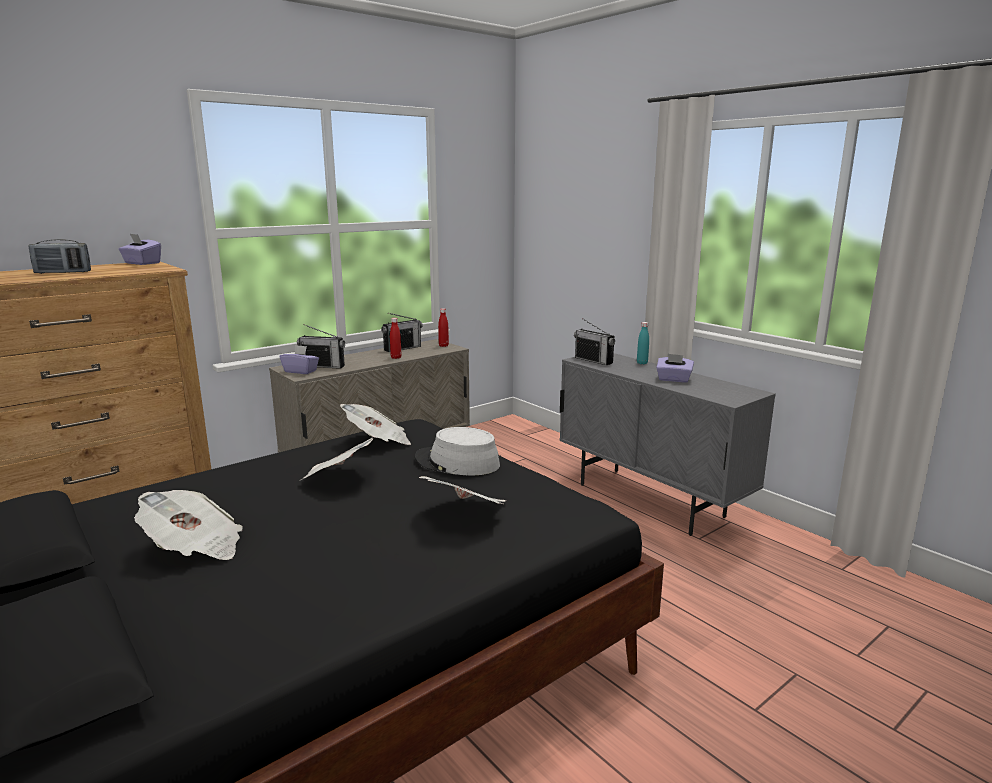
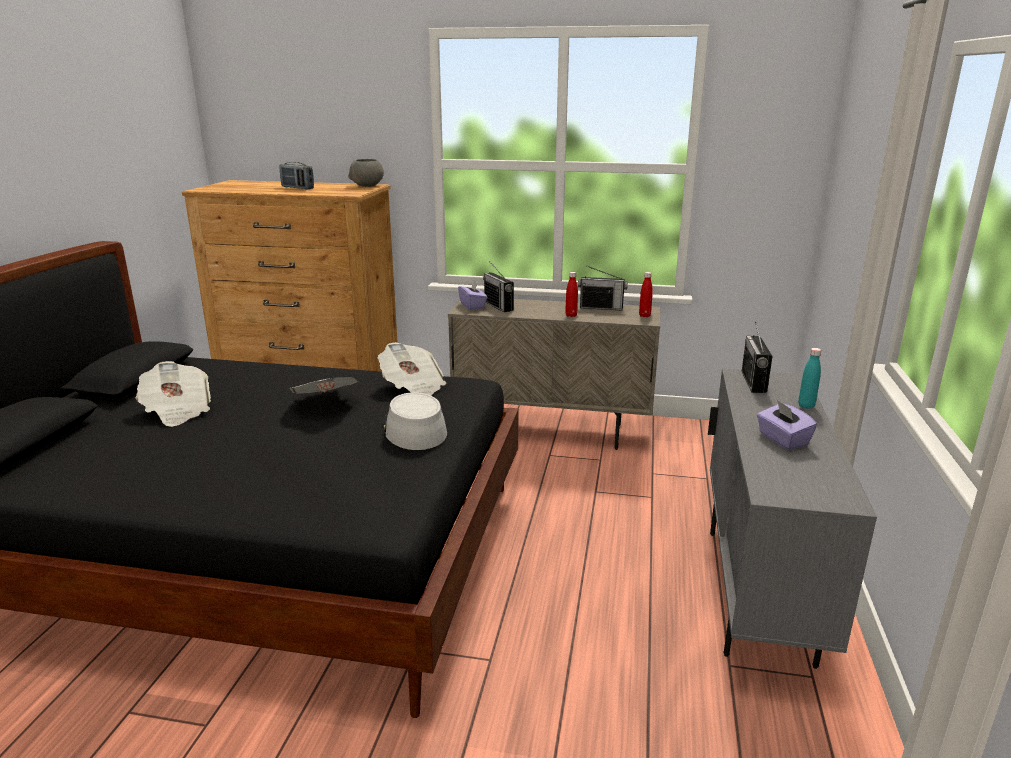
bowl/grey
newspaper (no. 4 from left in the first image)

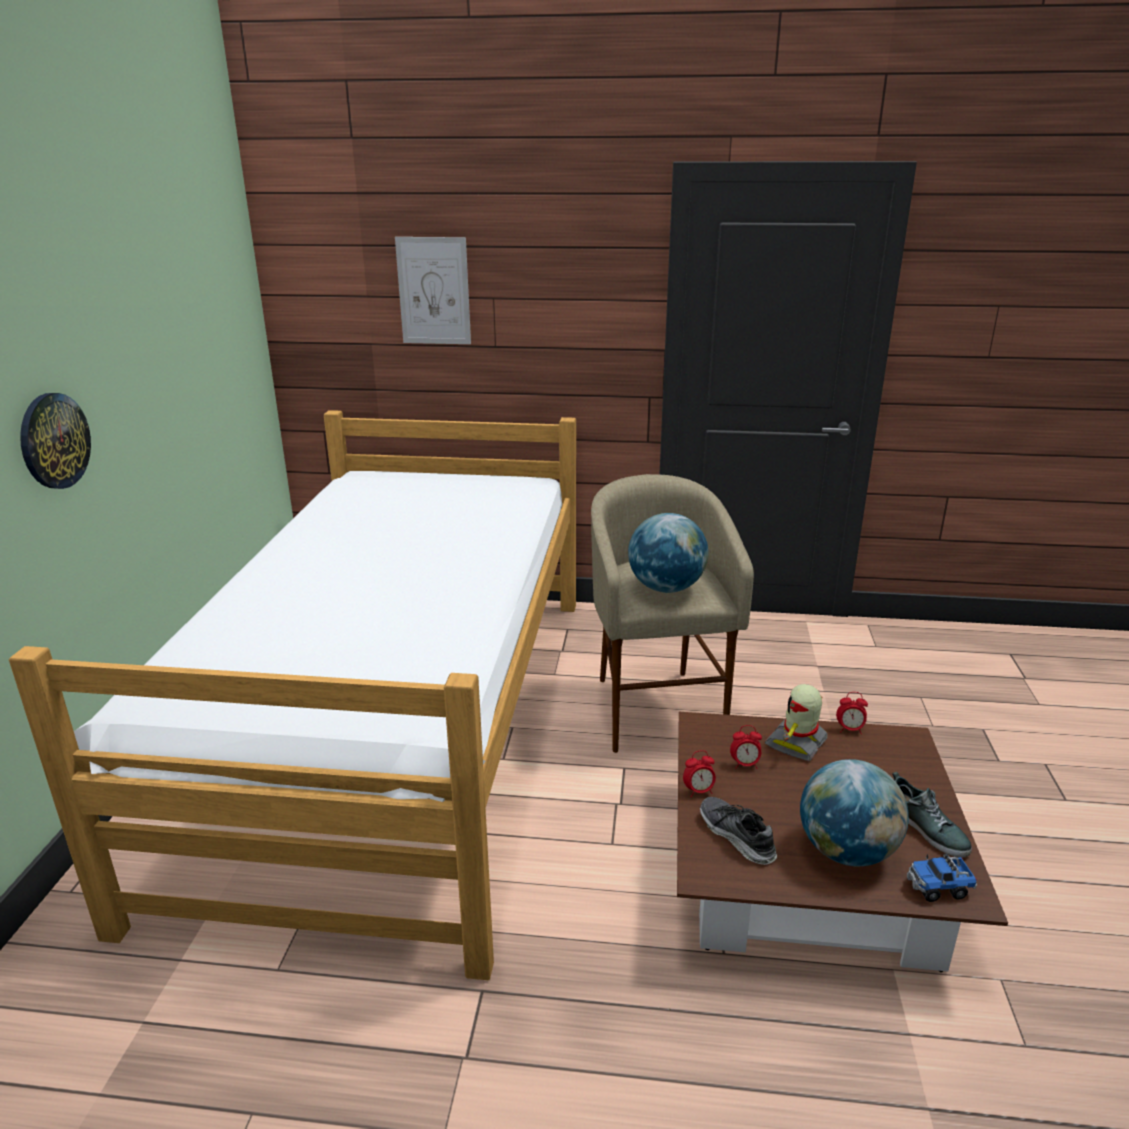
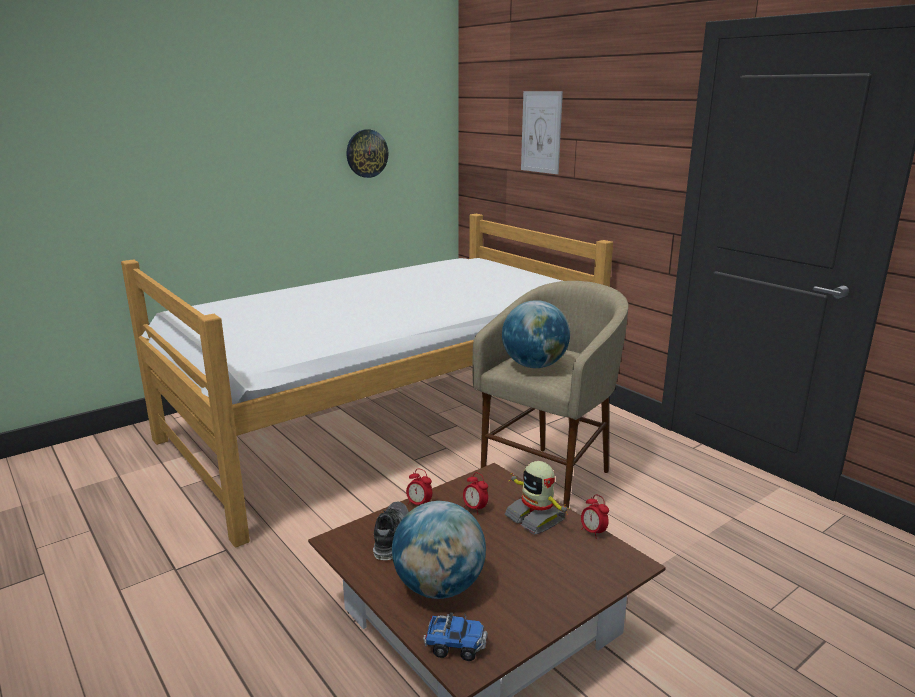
wall clock
toy robot
shoe (no. 2 from left in the first image)
toy truck

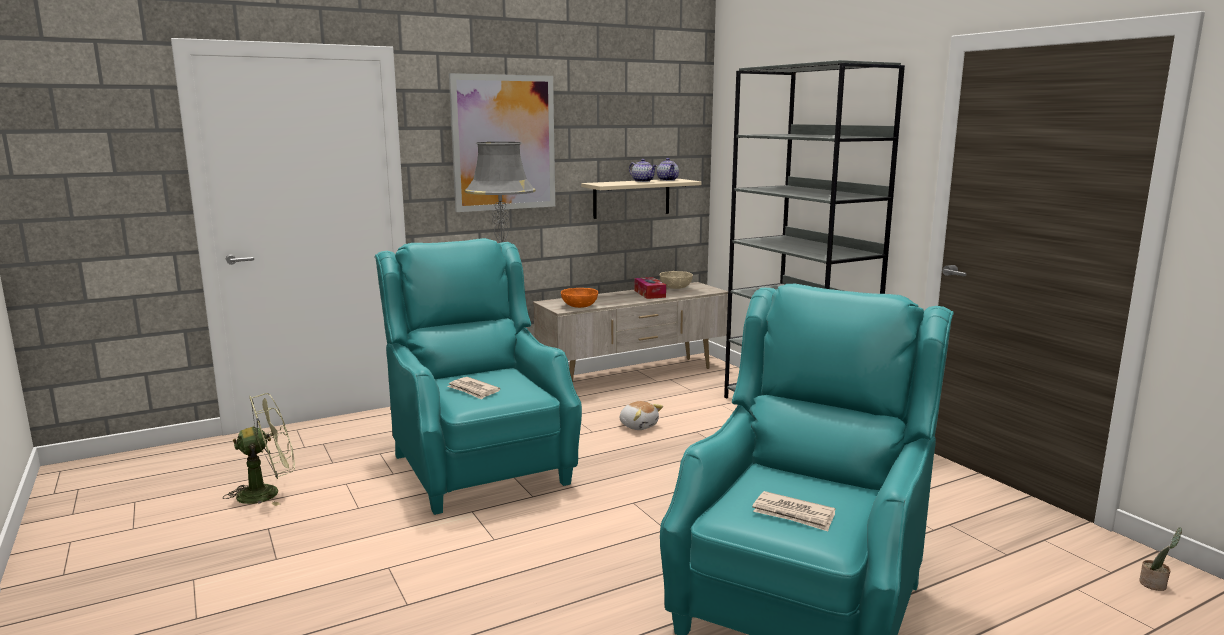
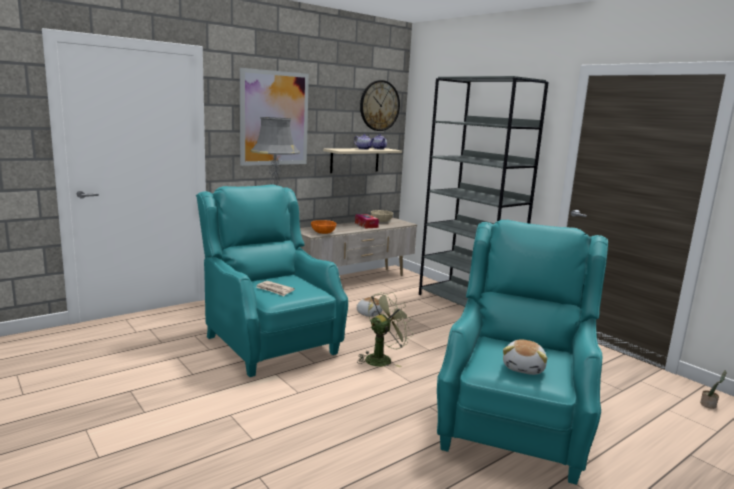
fan/green
plush toy (no. 2 from left)
wall clock

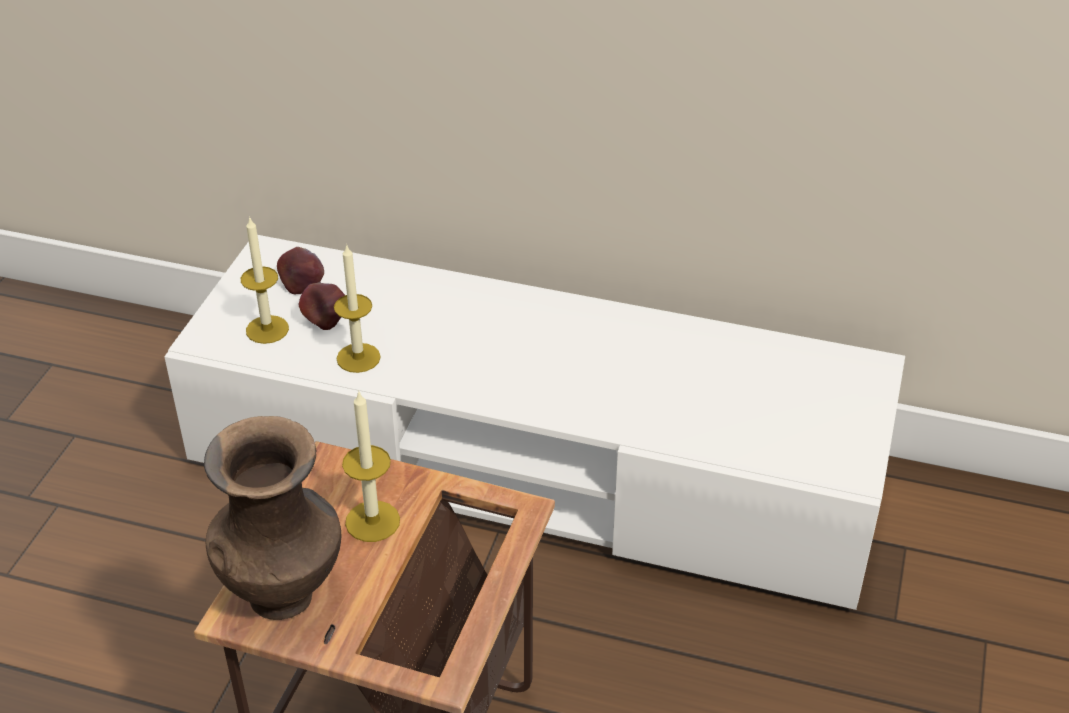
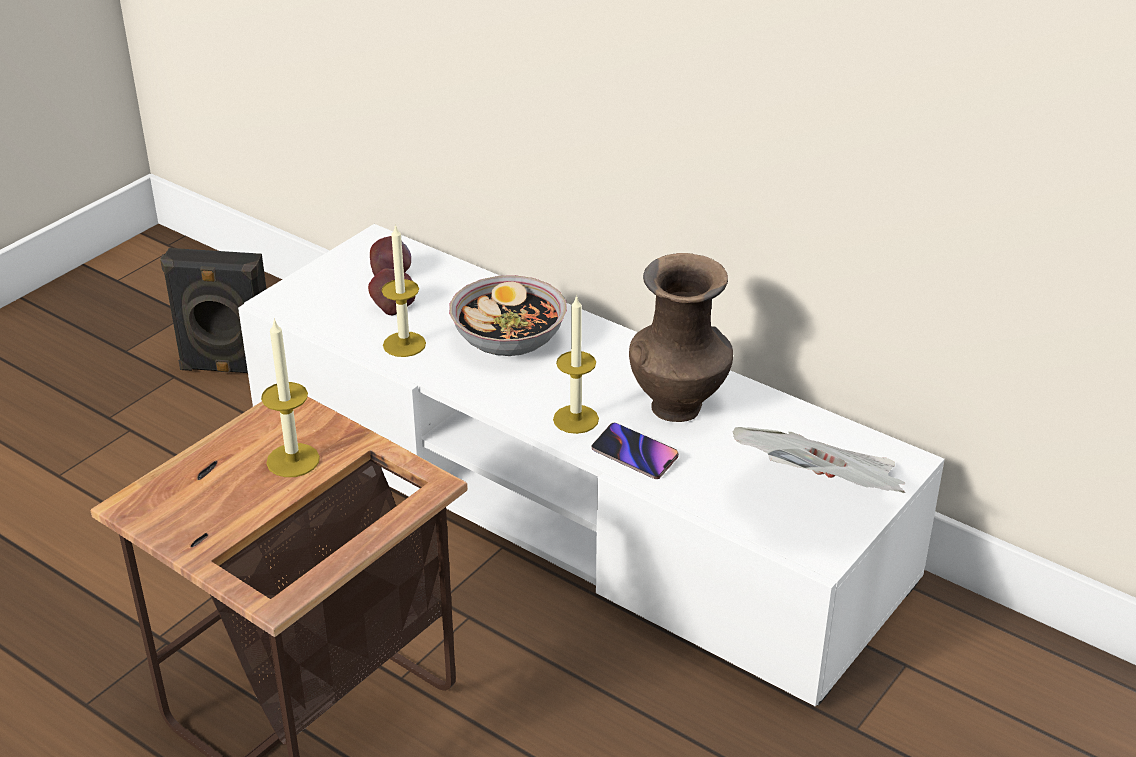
candle (no. 3 from left)
vase/brown
speaker/black
bowl
phone
newspaper

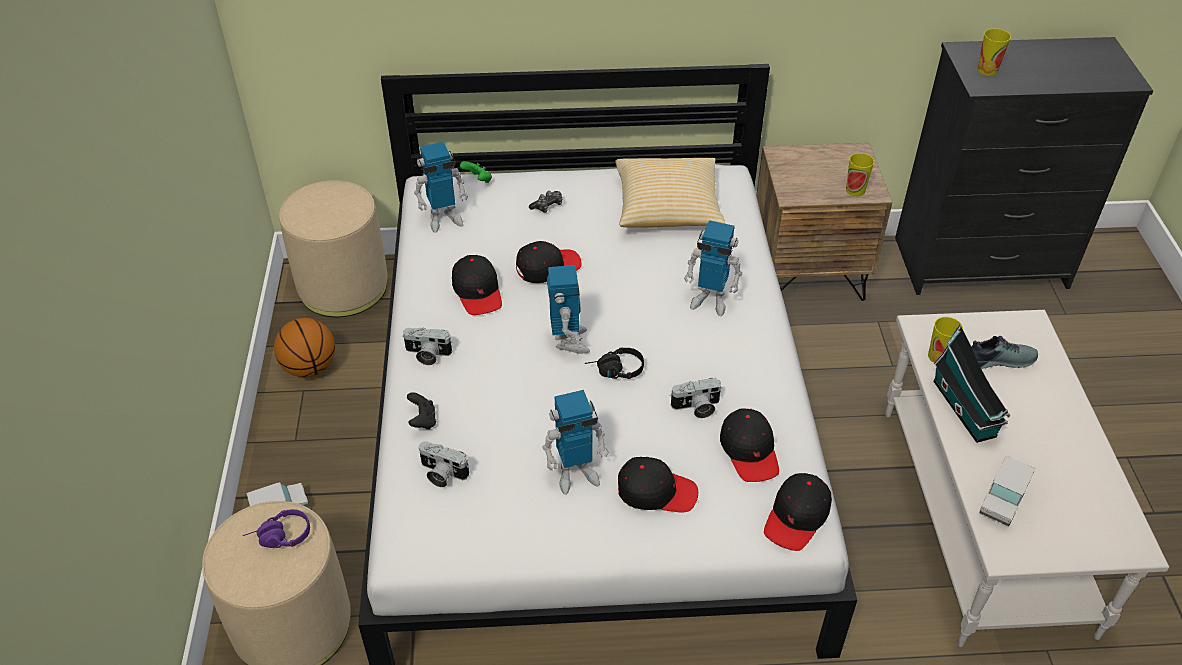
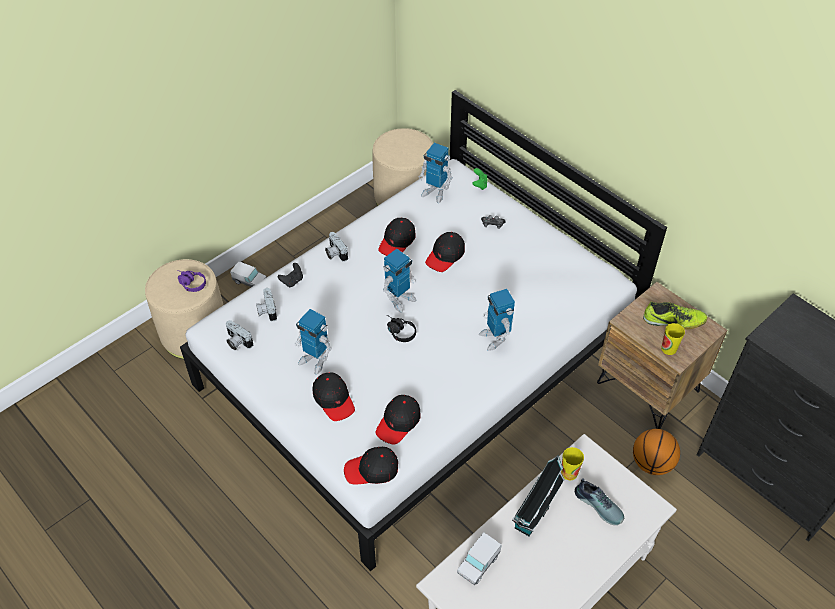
cup (no. 3 from left in the first image)
pillow
cap/black (no. 5 from left)
basketball
photo camera (no. 1 from left)
toy truck (no. 2 from left)
shoe (no. 2 from left)

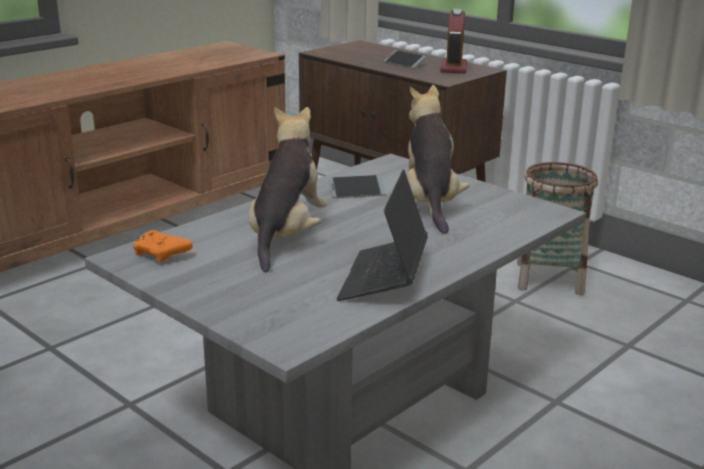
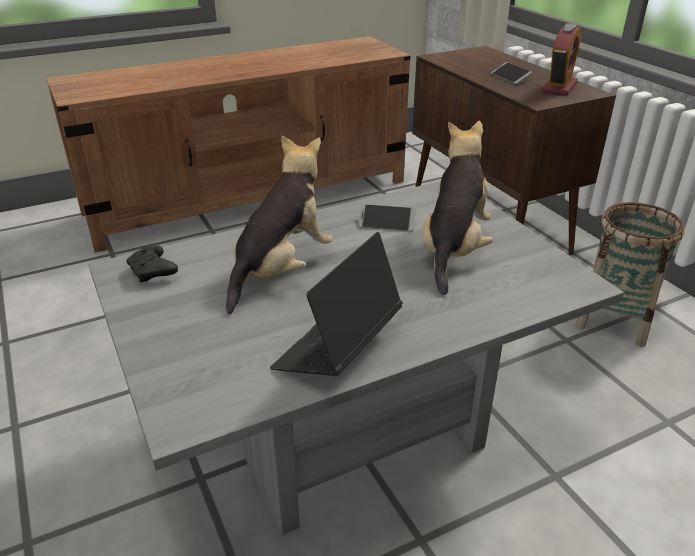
game controller/black

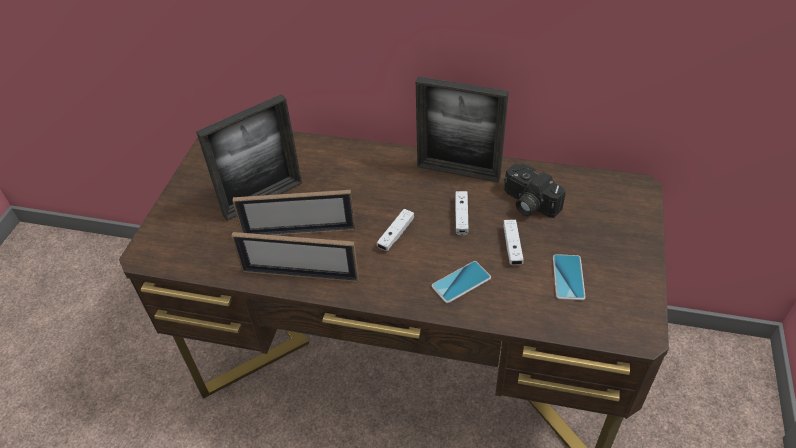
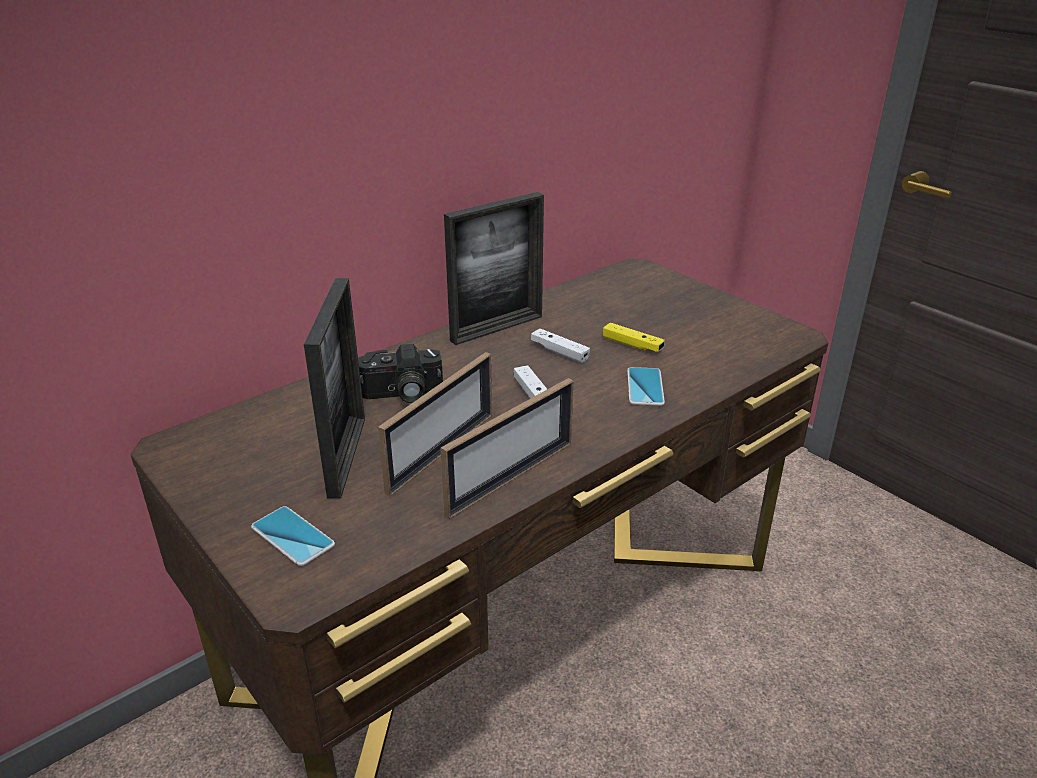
photo camera
game controller/yellow
phone (no. 1 from left)

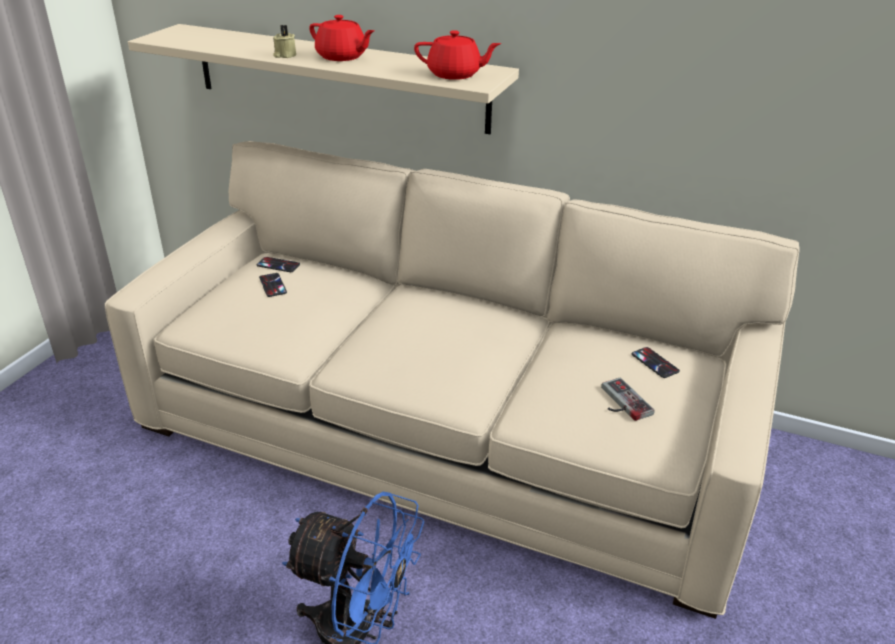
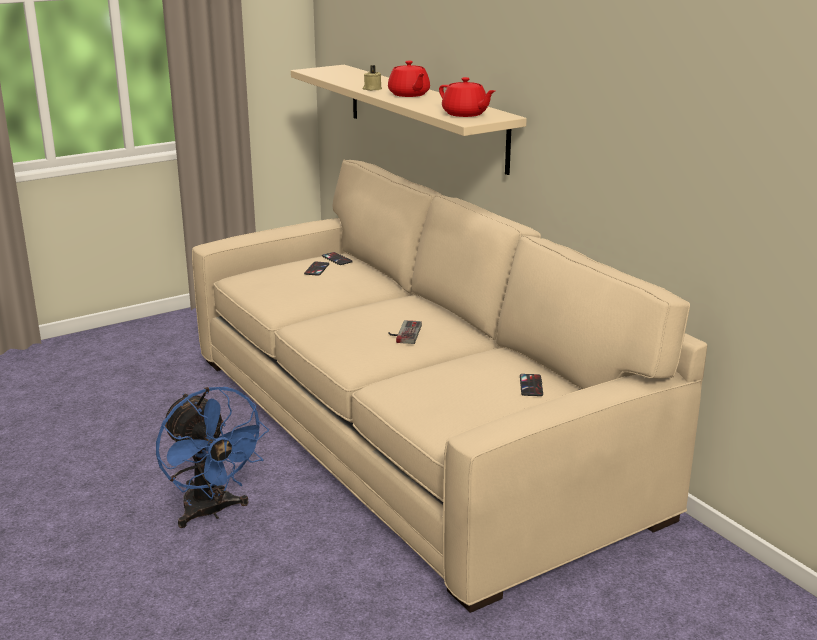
game controller

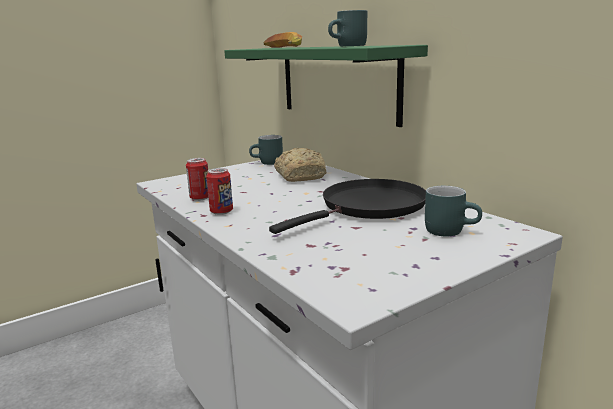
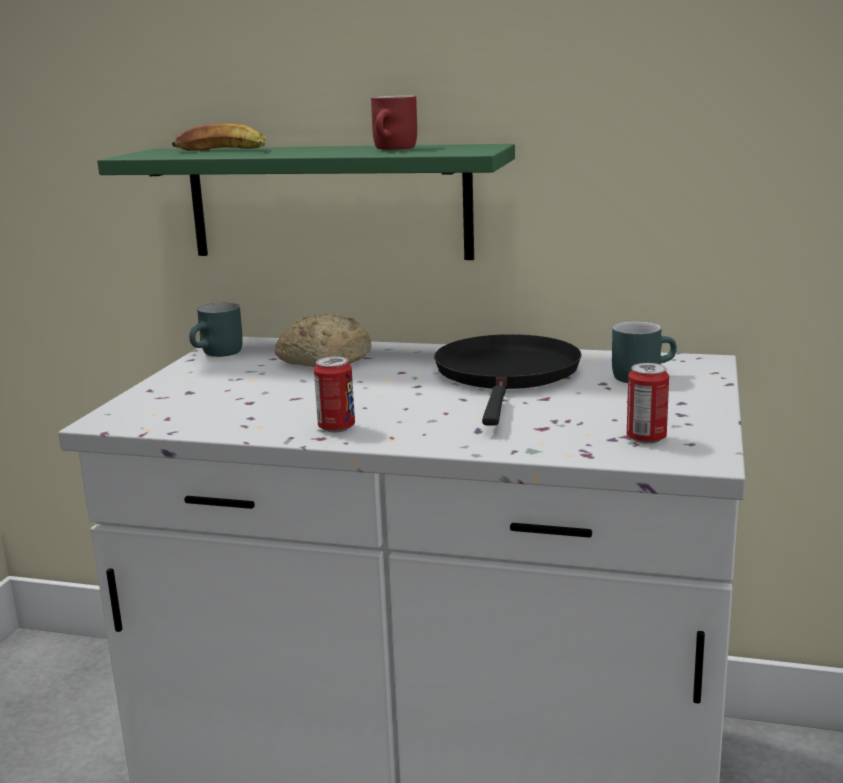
mug/red
can (no. 2 from left)

